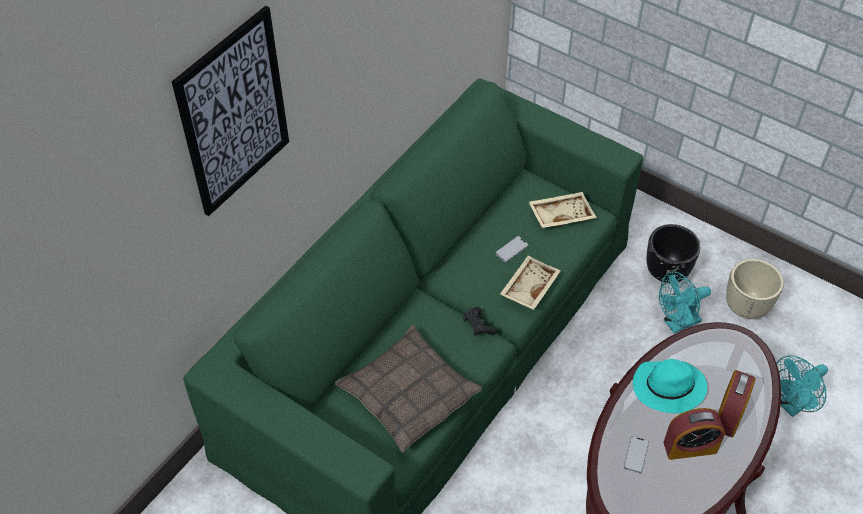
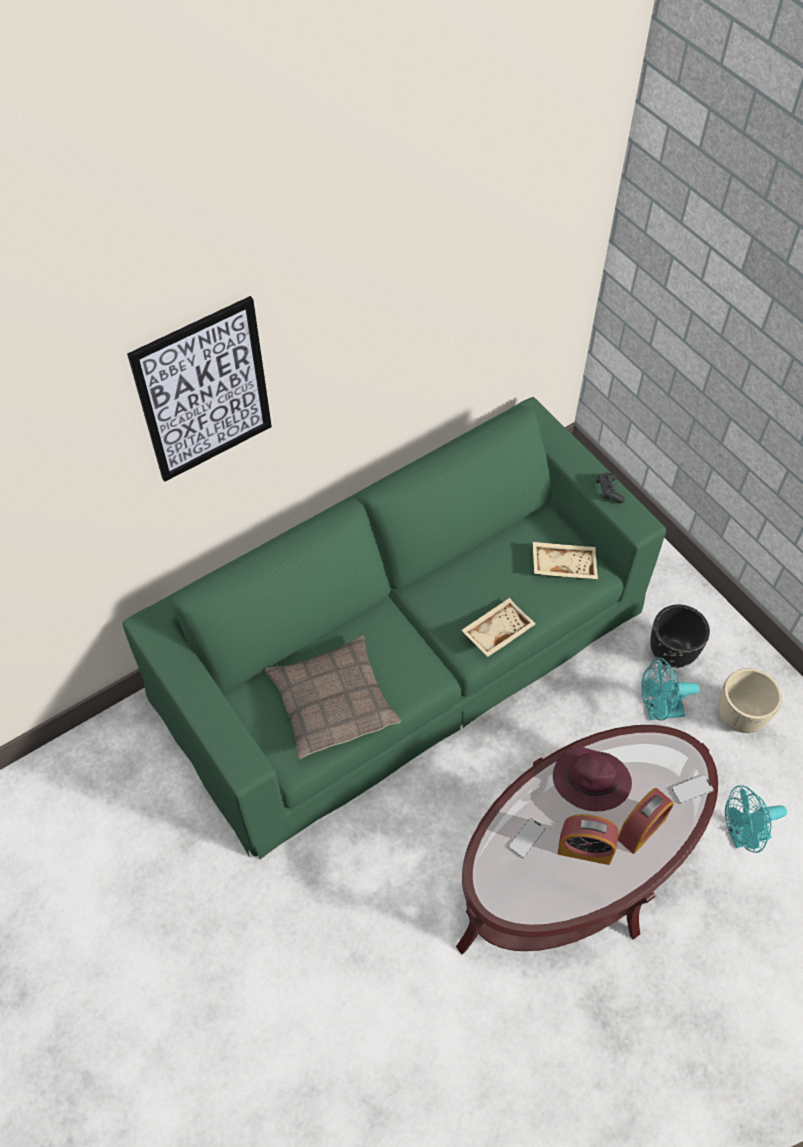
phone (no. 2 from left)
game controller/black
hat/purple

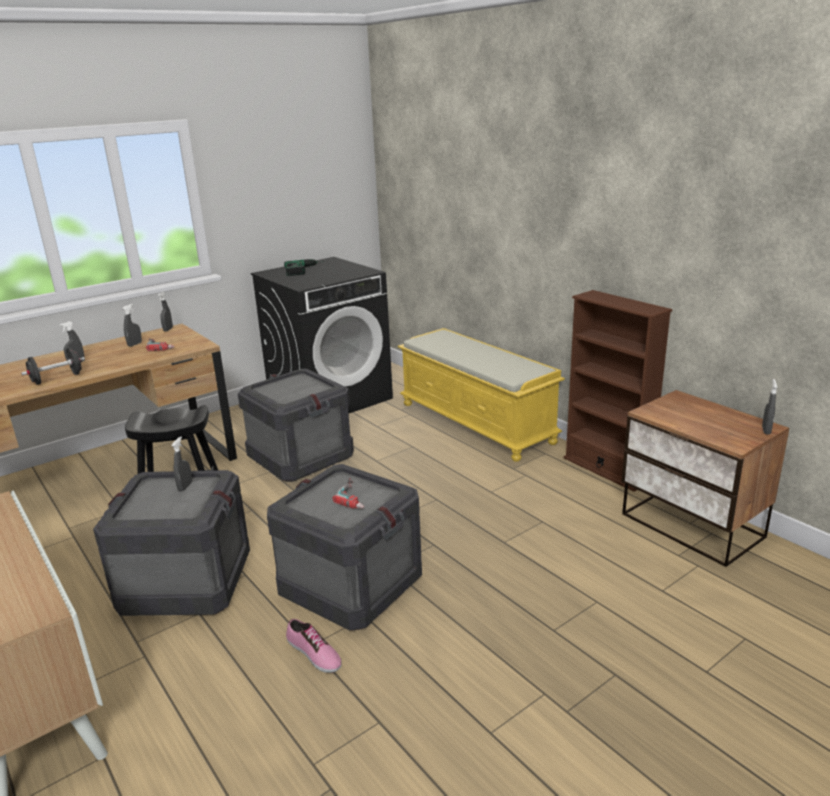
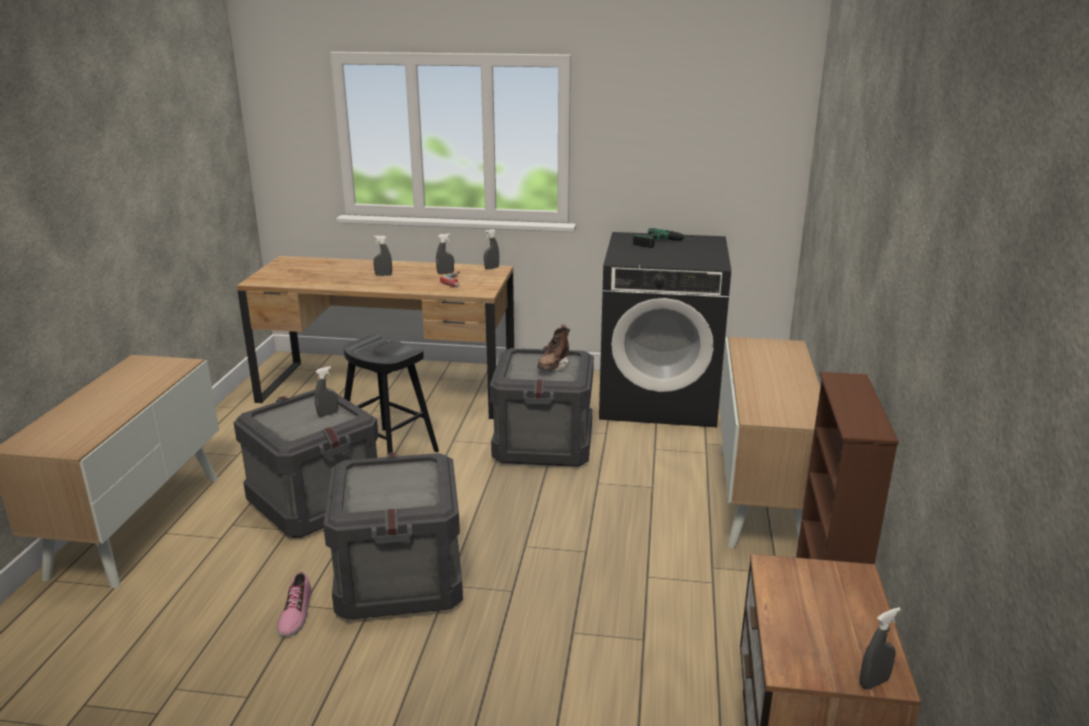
cabinet (no. 2 from left)
dumbbell/black
power drill (no. 3 from left in the first image)
boot/brown

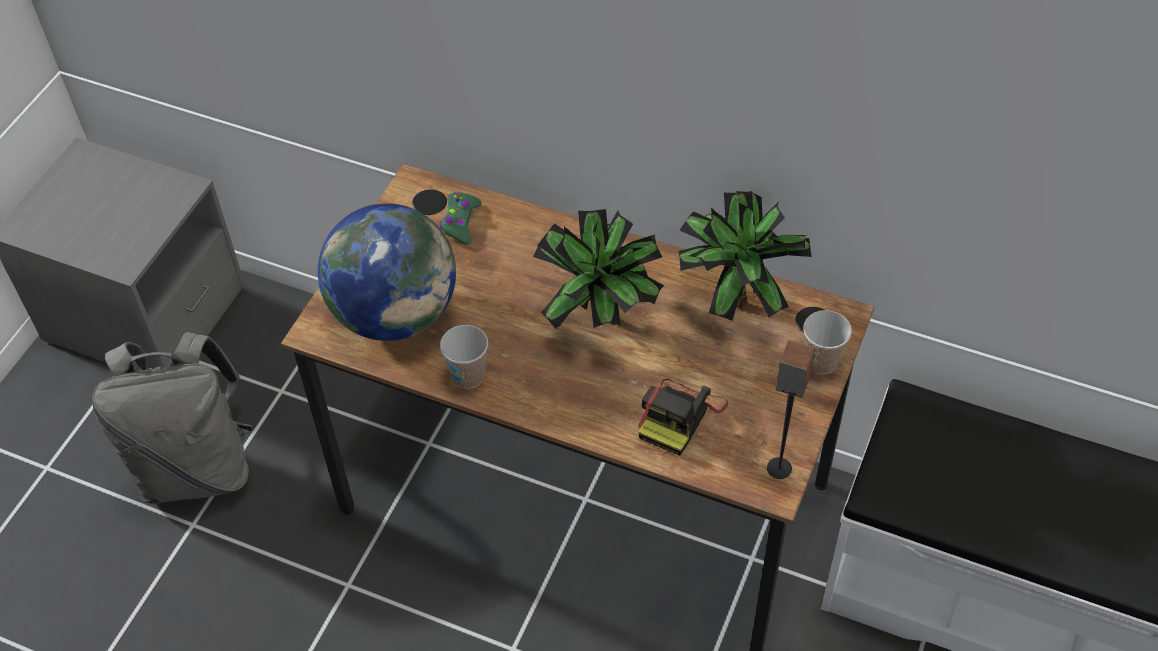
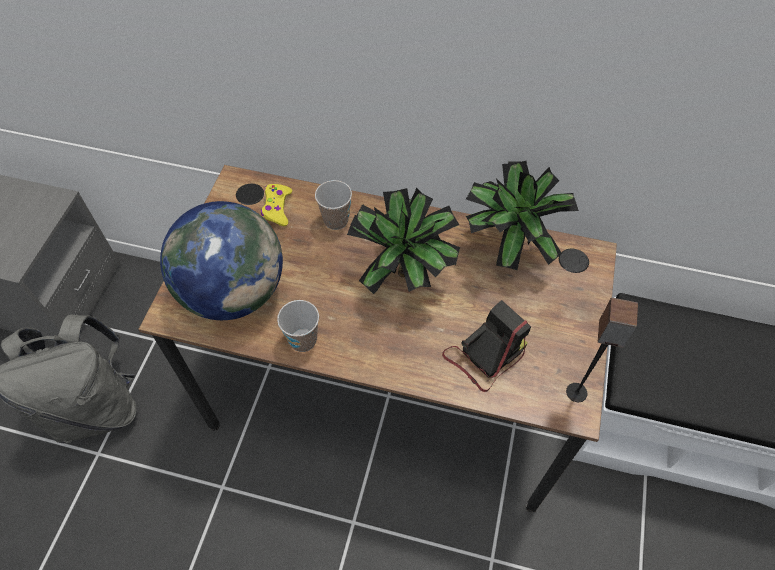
game controller/yellow
cup (no. 2 from left)
photo camera

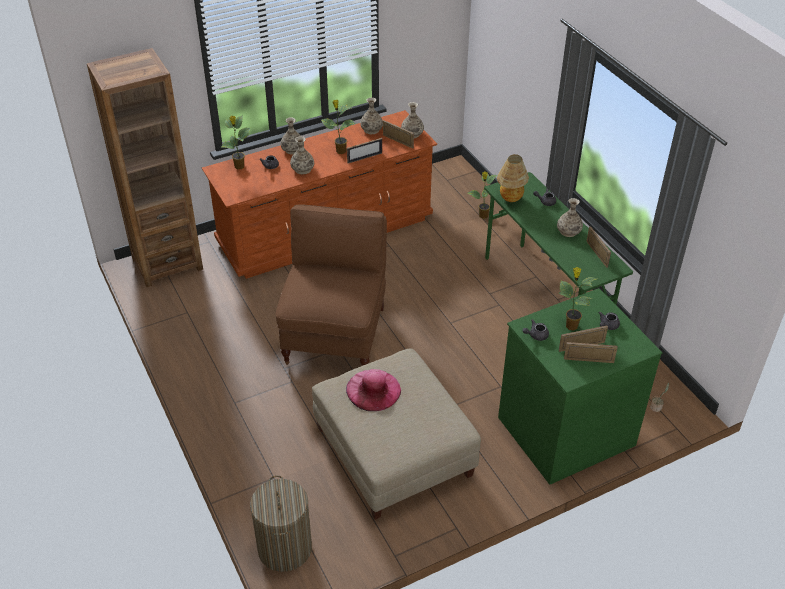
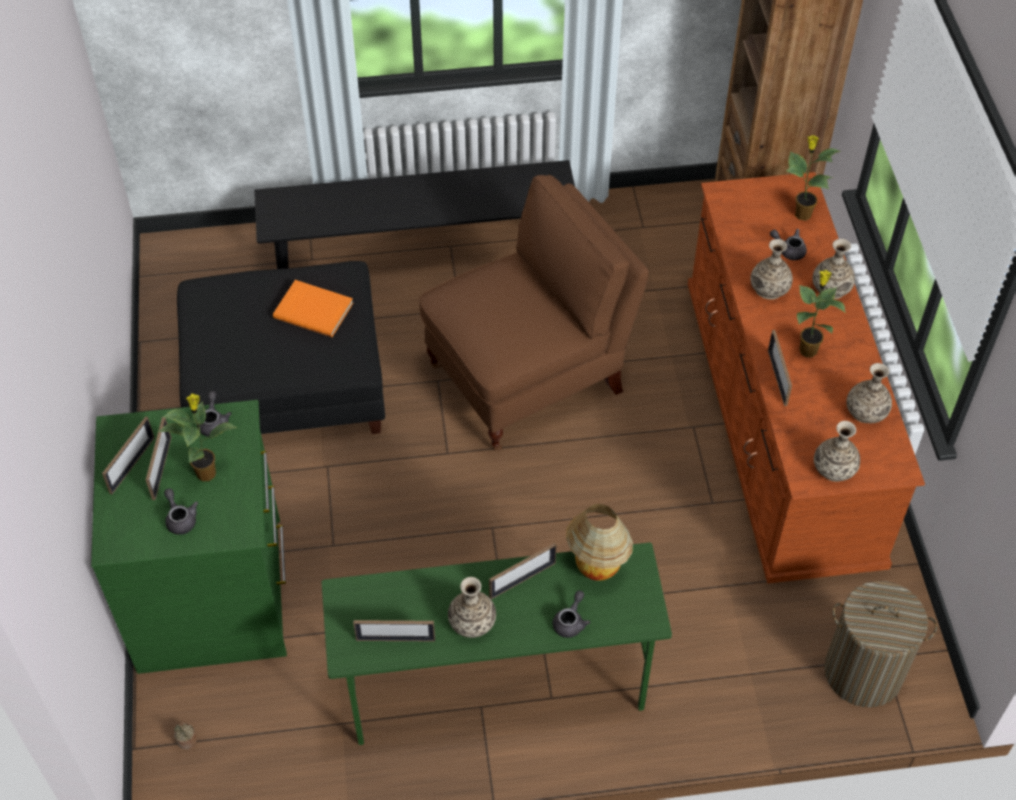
picture frame (no. 4 from left)
potted plant (no. 3 from left in the first image)
chair/brown
ottoman/black
book/orange
laundry basket
bench/black

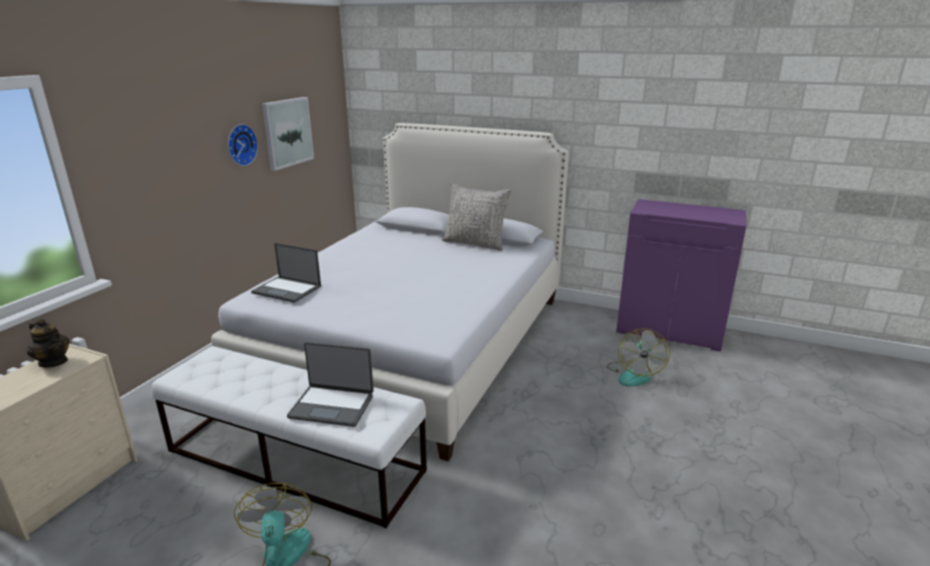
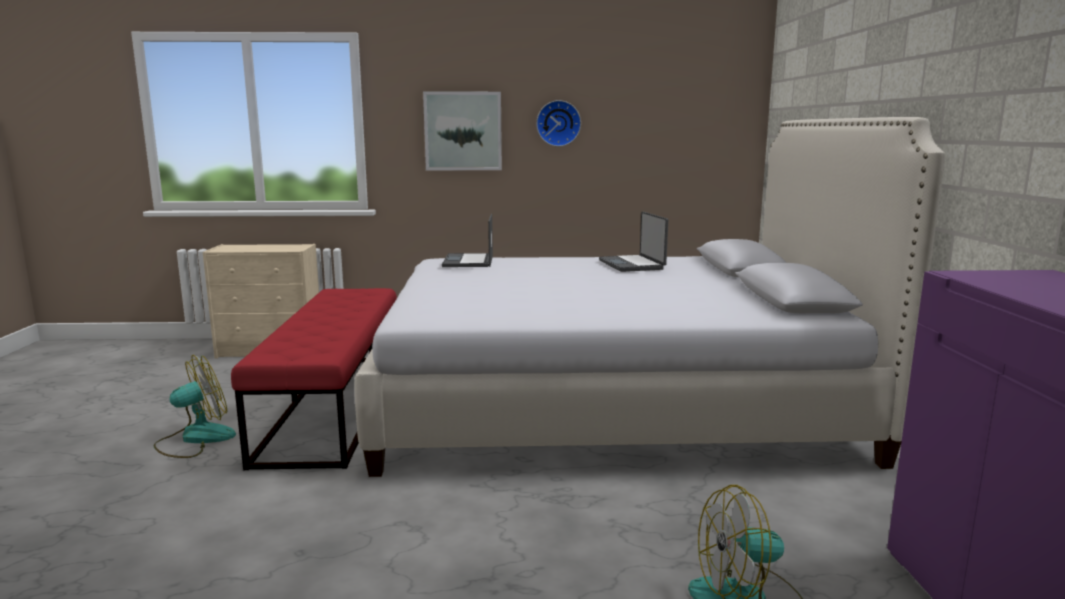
picture
pillow/grey
teapot
laptop (no. 2 from left)
bench/red

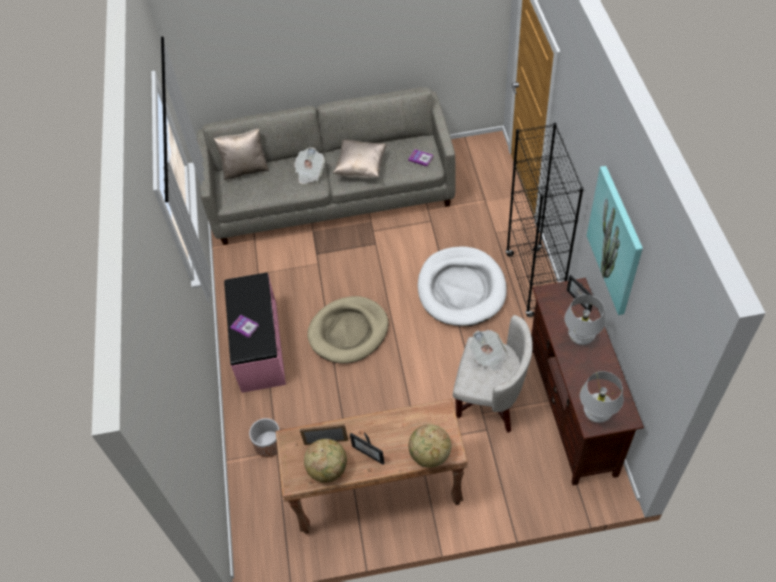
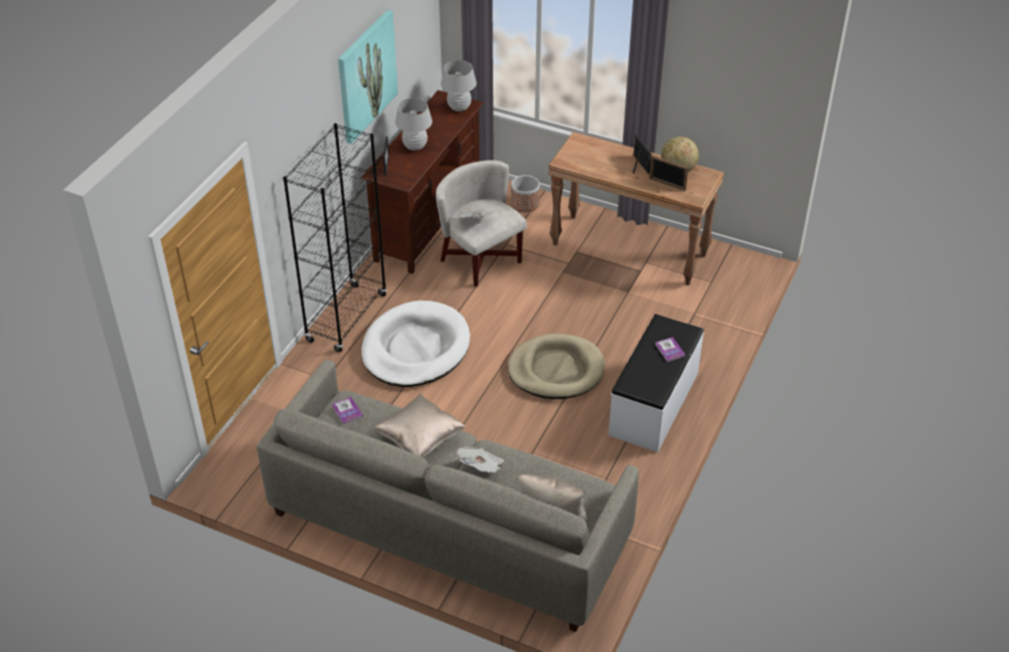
bench/white
planter
globe (no. 2 from left in the first image)

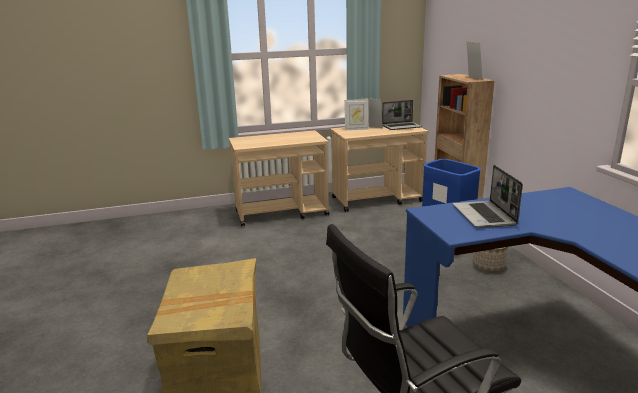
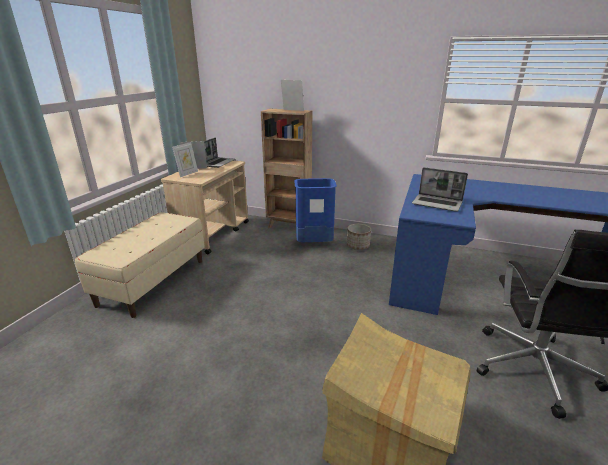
bench/beige

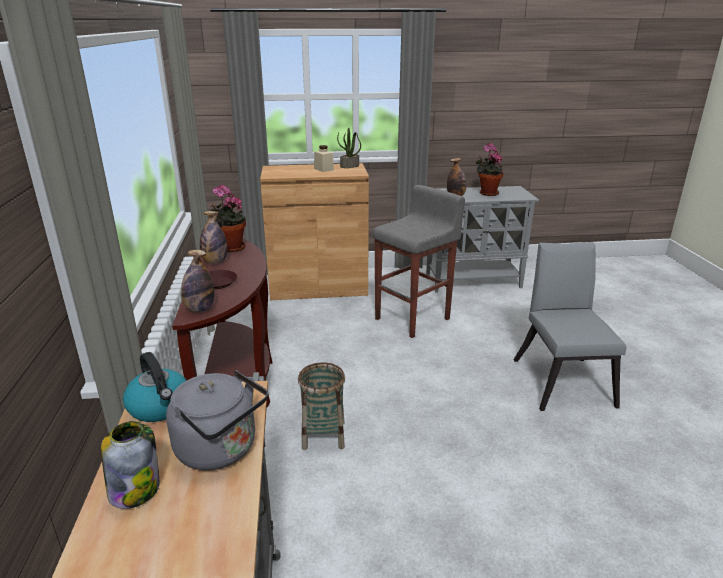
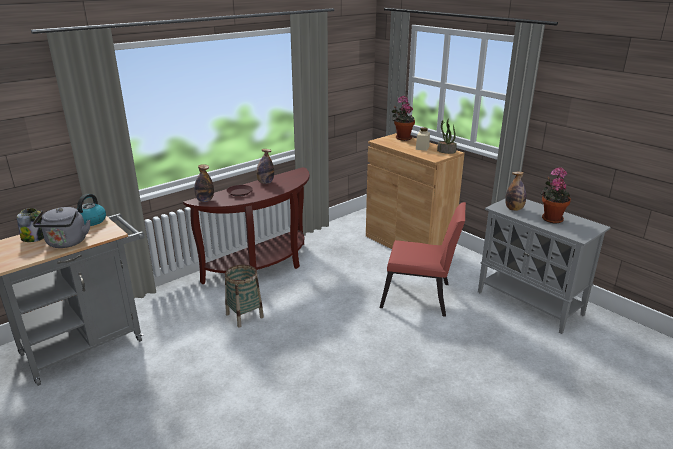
potted plant (no. 1 from left)
chair/red
chair/grey

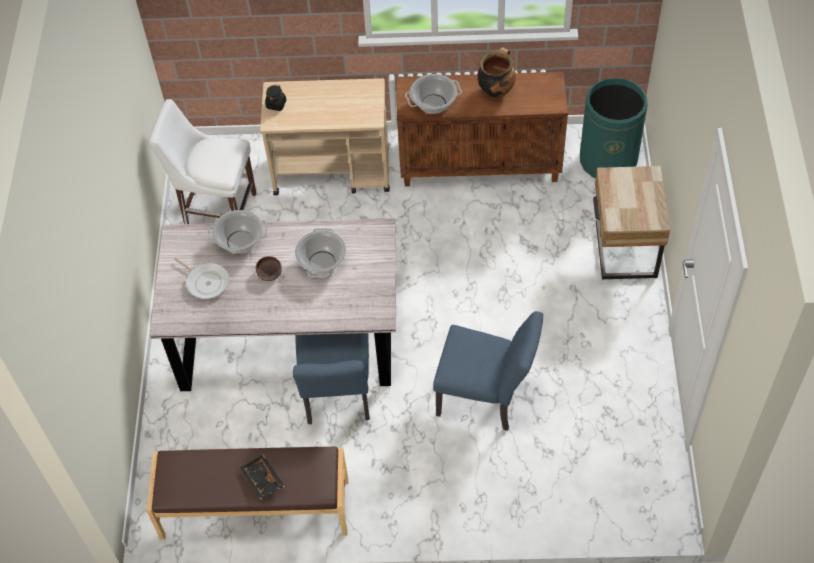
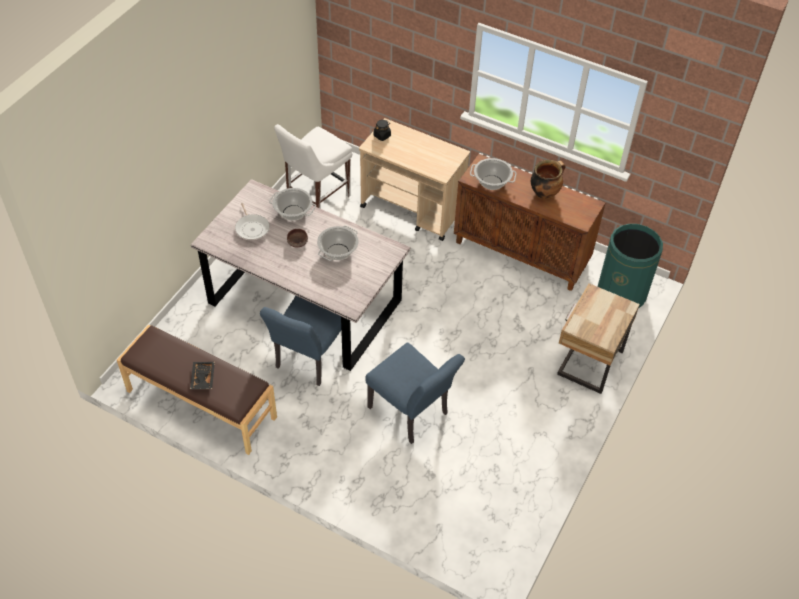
chair/white

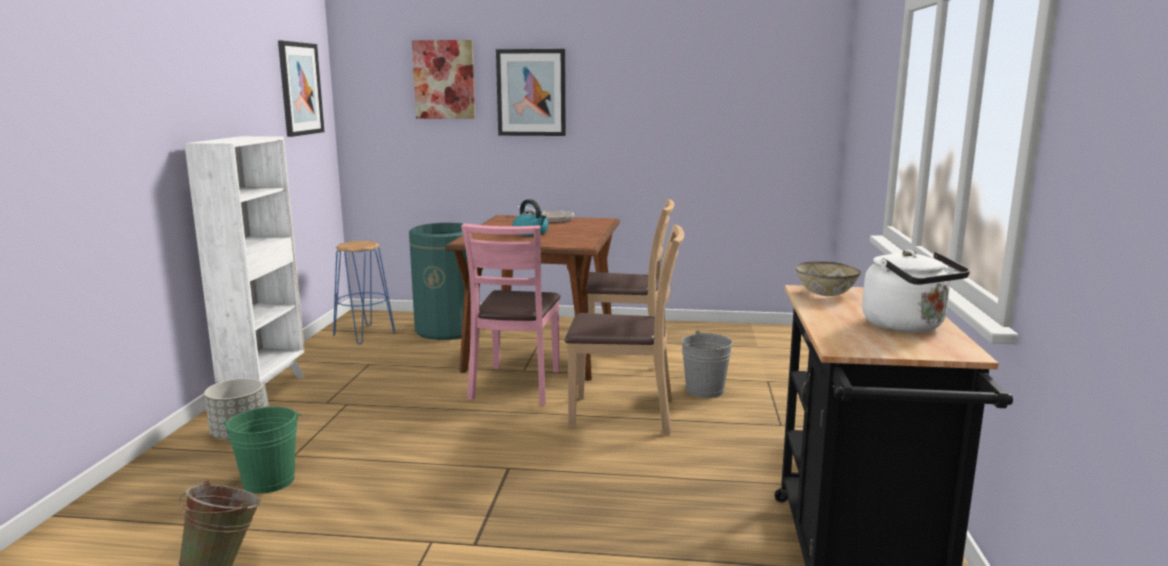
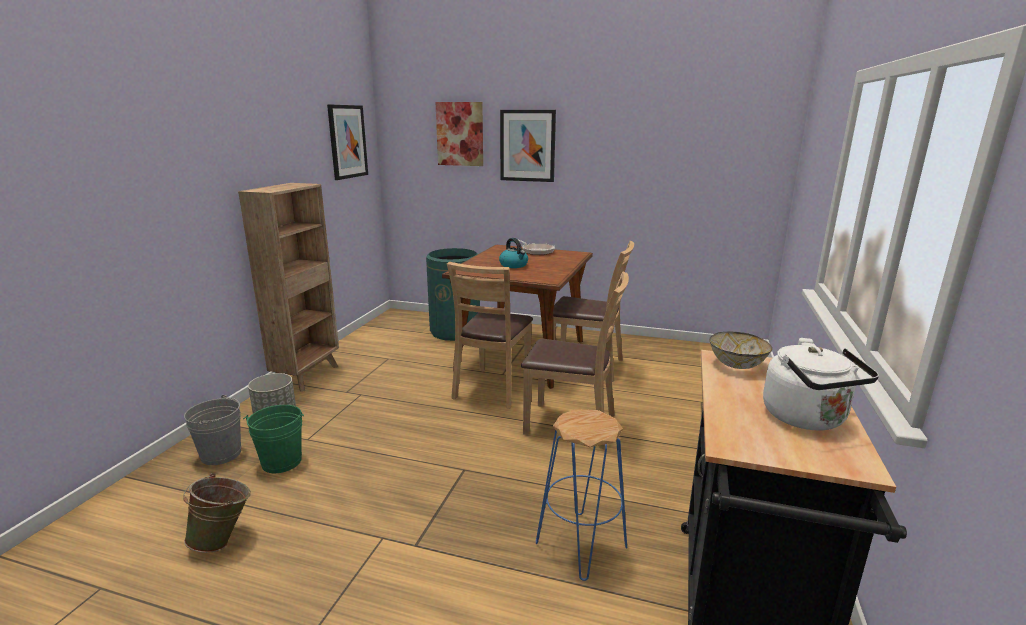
bookcase/brown
chair/brown (no. 1 from left)
stool/blue
bucket/grey

